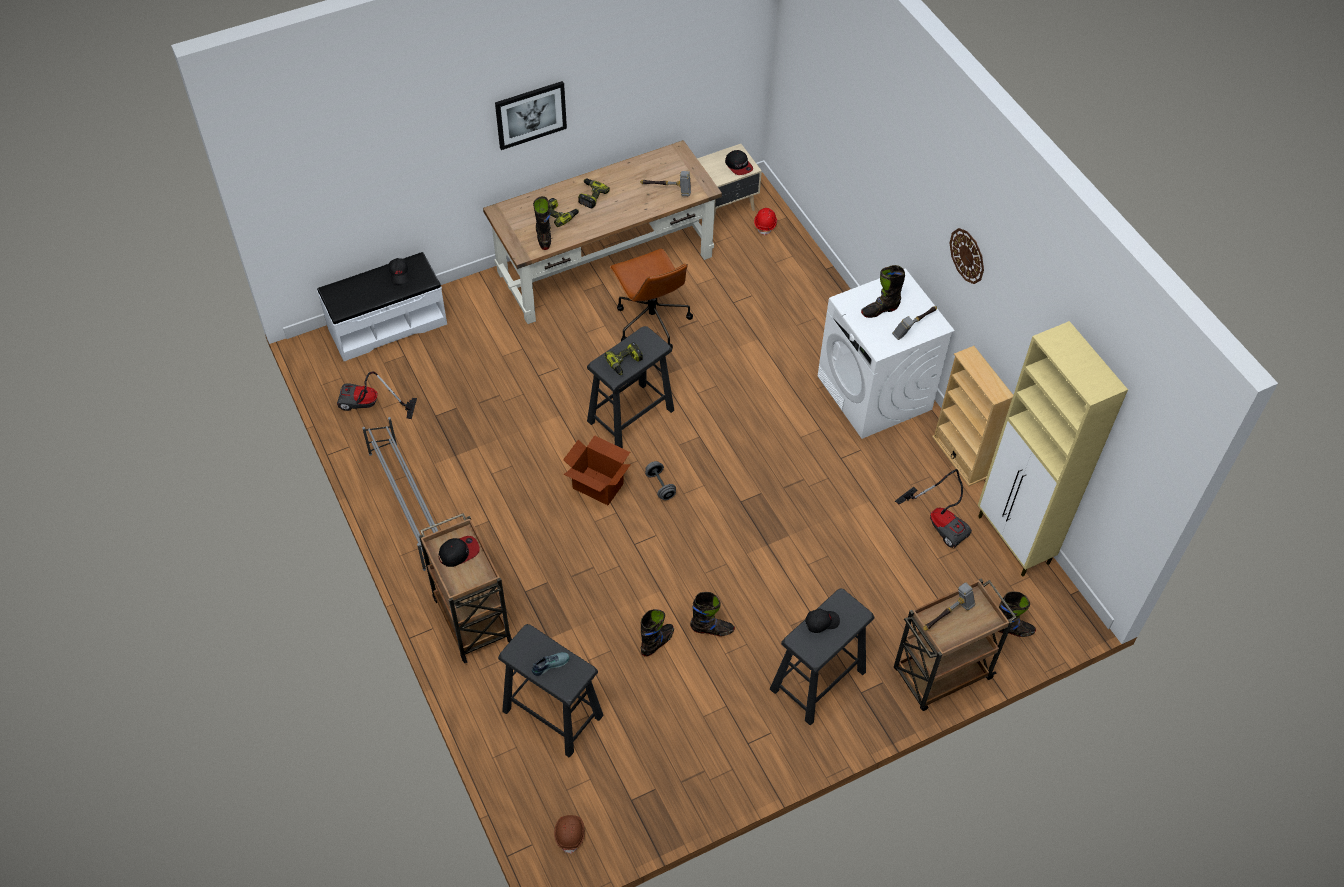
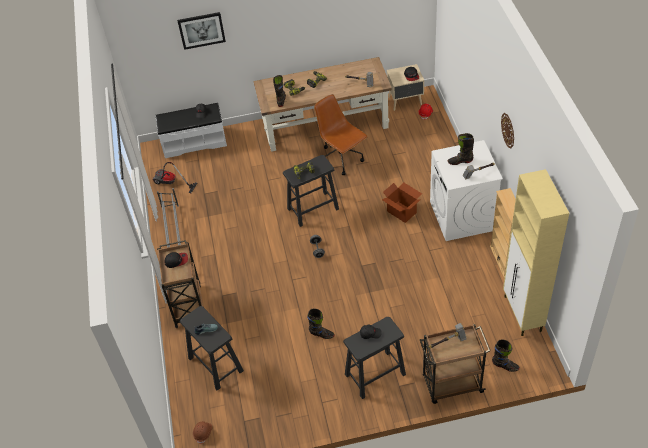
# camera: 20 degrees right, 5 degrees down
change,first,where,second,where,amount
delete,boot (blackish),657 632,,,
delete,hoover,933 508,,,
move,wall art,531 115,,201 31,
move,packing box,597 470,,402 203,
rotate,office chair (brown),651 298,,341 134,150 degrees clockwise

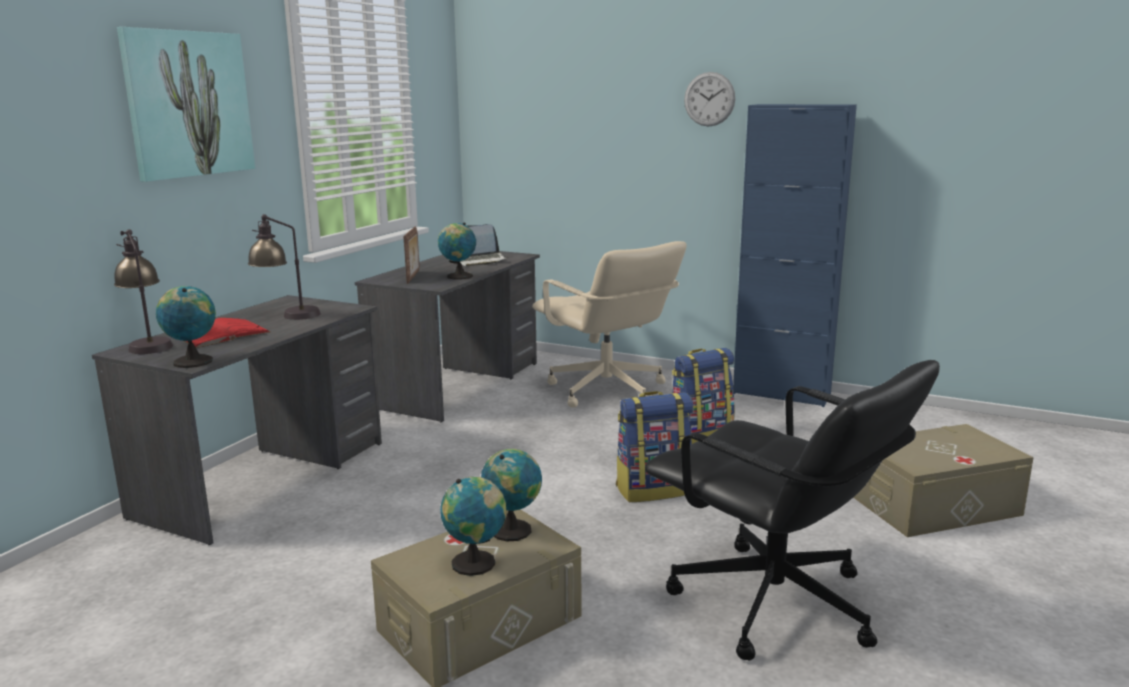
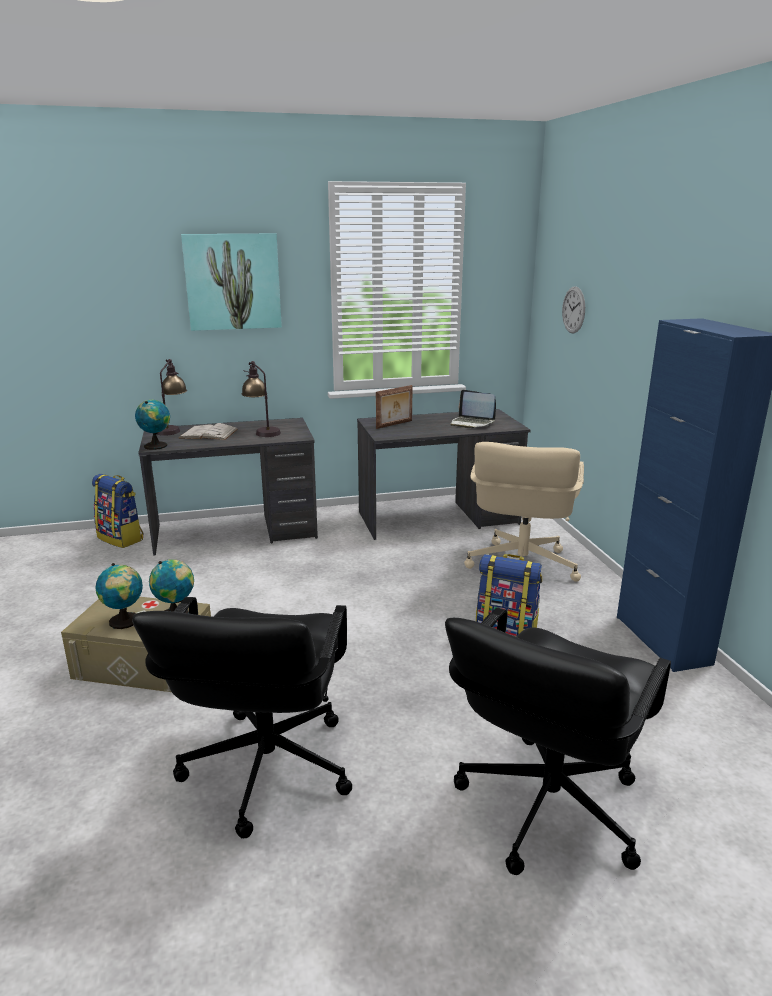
# camera: 50 degrees right, 5 degrees up
change,first,where,second,where,amount
delete,world globe,457 251,,,
move,knapsack,654 446,,118 511,
move,wall clock,709 99,,573 309,
replace,storage bin (sand-coloured),943 480,office chair (blackish),558 741,
recolor,volume (red-coloured),227 333,volume (whitish),208 431,

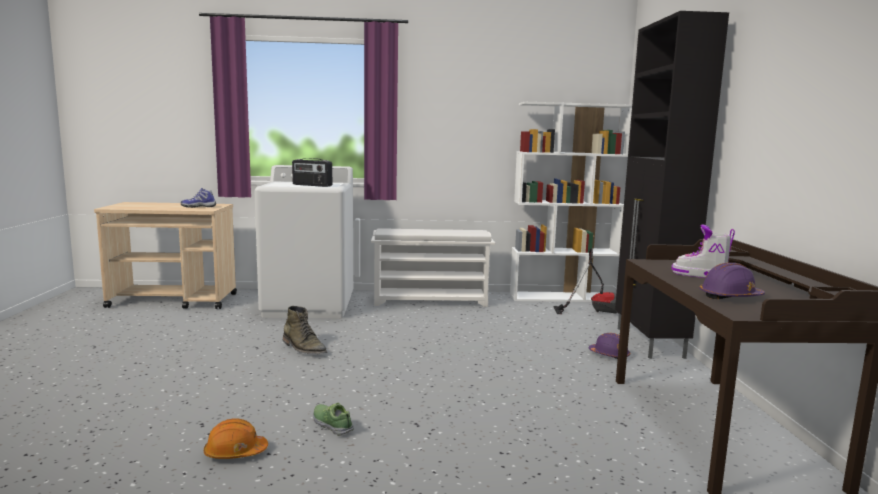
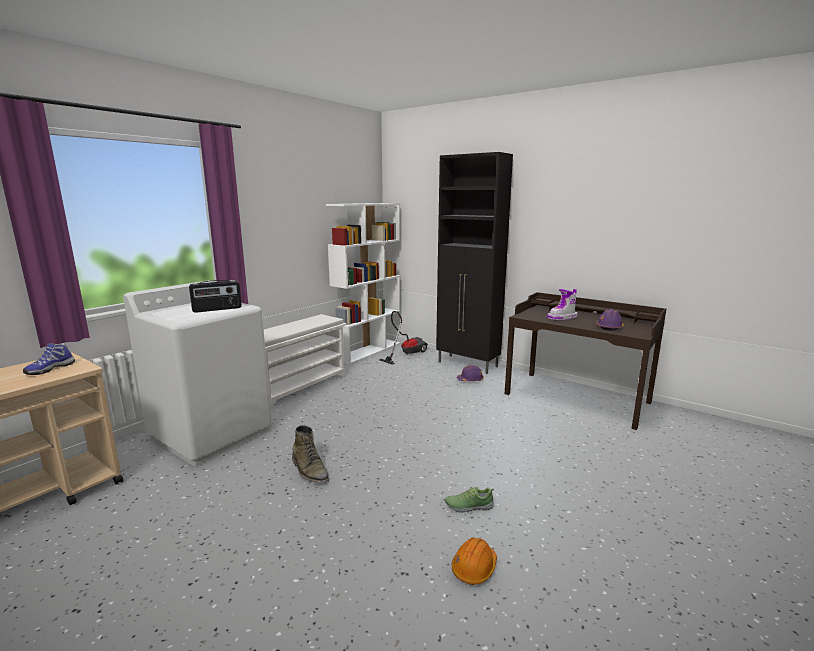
# camera: 50 degrees left, 5 degrees up
change,first,where,second,where,amount
rotate,boot (green-coloured),305 330,,310 454,60 degrees clockwise

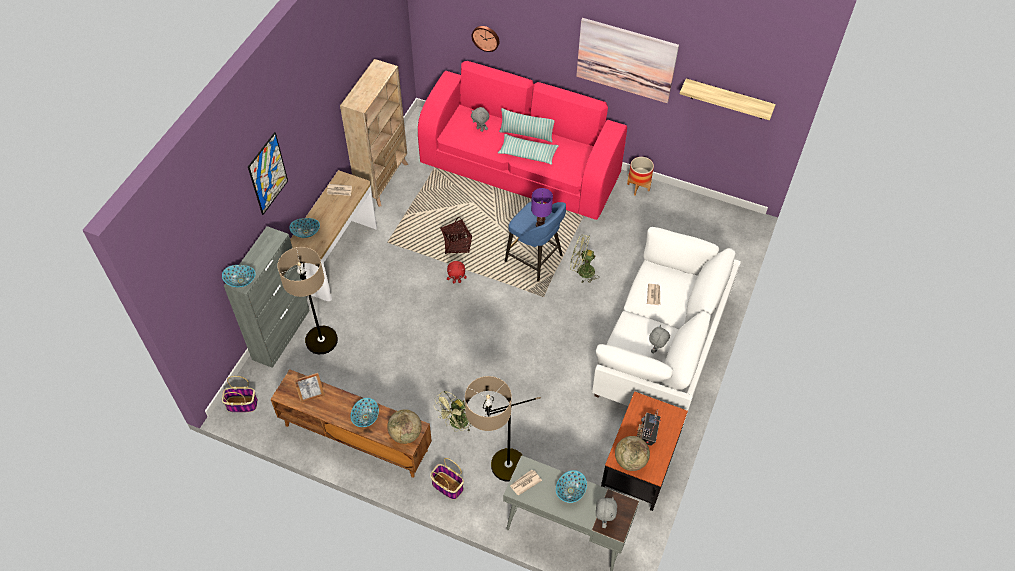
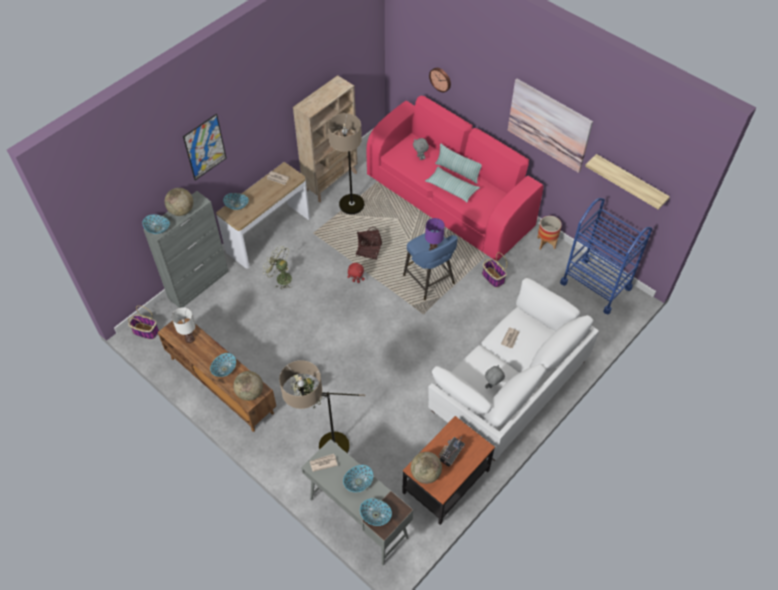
# camera: 20 degrees right, 0 degrees up
change,first,where,second,where,amount
insert,,,world globe,179 202,
insert,,,trolley (blue-coloured),606 256,
move,standing lamp,308 300,,346 163,
move,household basket,447 479,,494 270,
move,fan (green-coloured),583 259,,277 267,
replace,picture frame,309 387,table lamp (whitish),184 325,
replace,plush toy (gray),606 512,serving bowl,376 512,

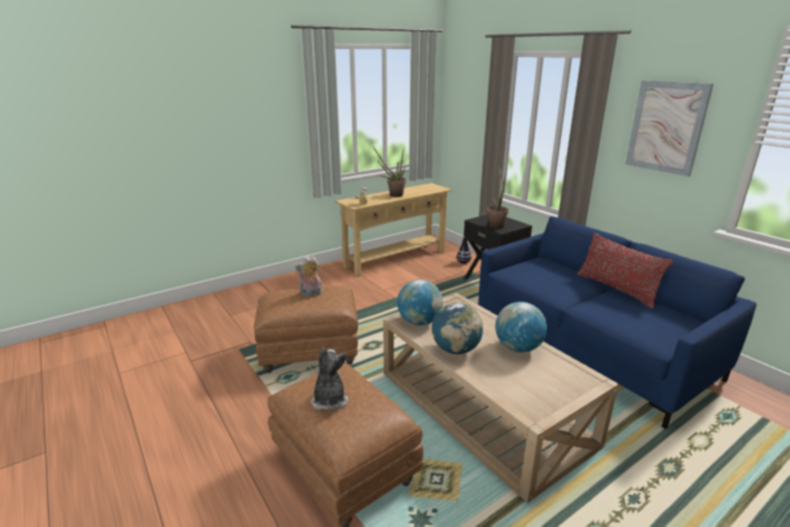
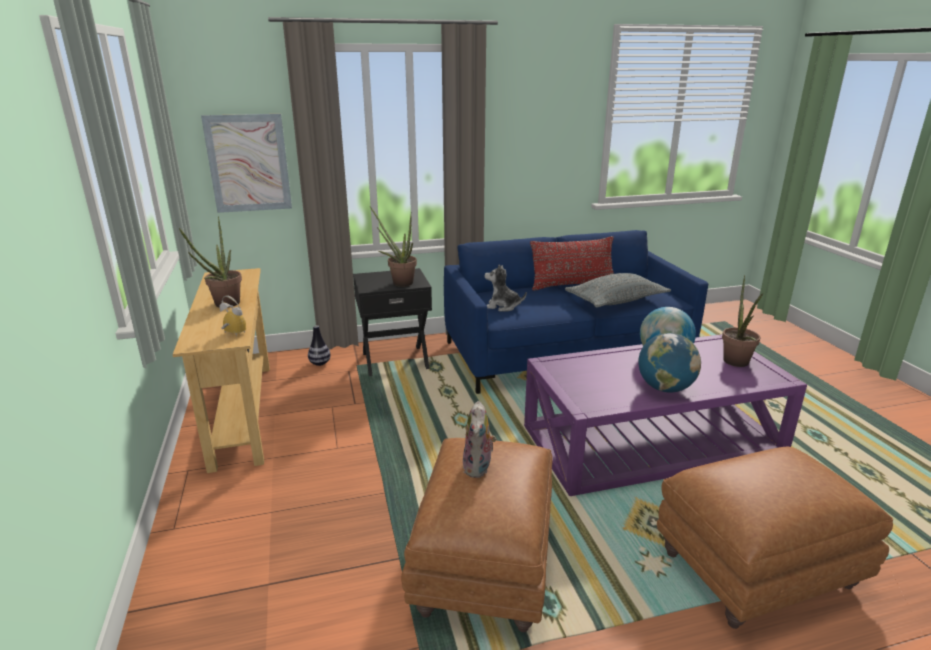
# camera: 70 degrees left, 0 degrees up
change,first,where,second,where,amount
delete,world globe,420 302,,,
insert,,,cushion (gray),618 290,
insert,,,potted plant,742 321,
move,plush toy,330 378,,505 288,
move,wall art,669 128,,246 163,
recolor,coffee table (sand-coloured),501 398,coffee table (purple-coloured),665 415,

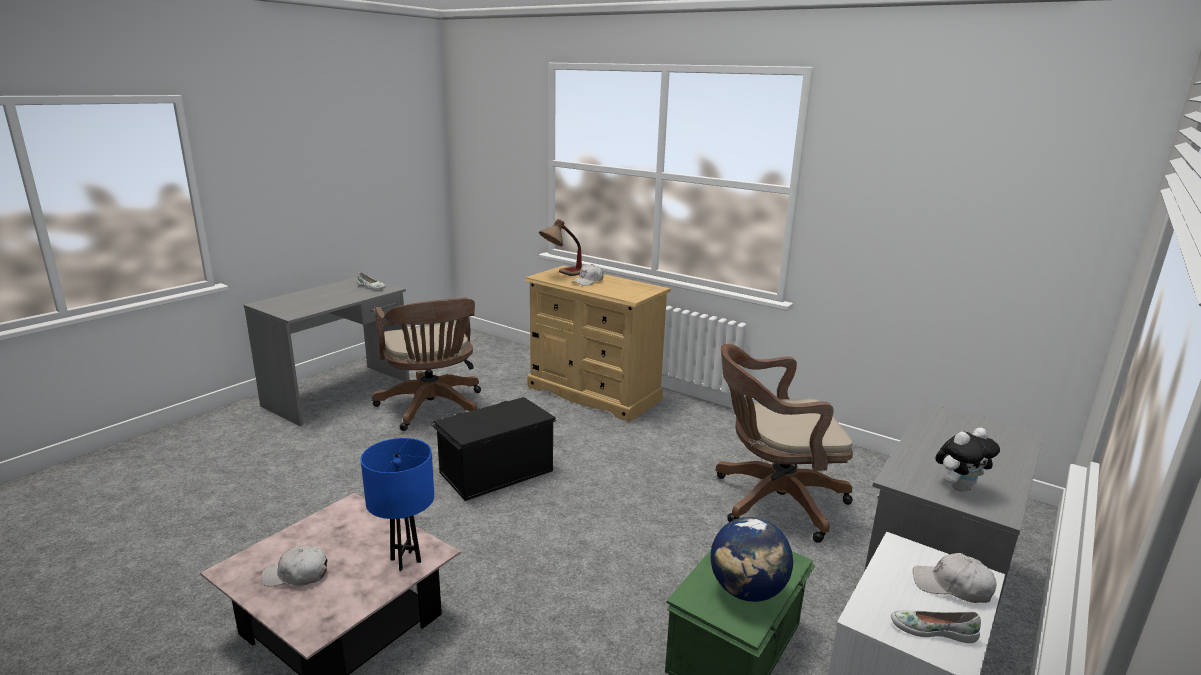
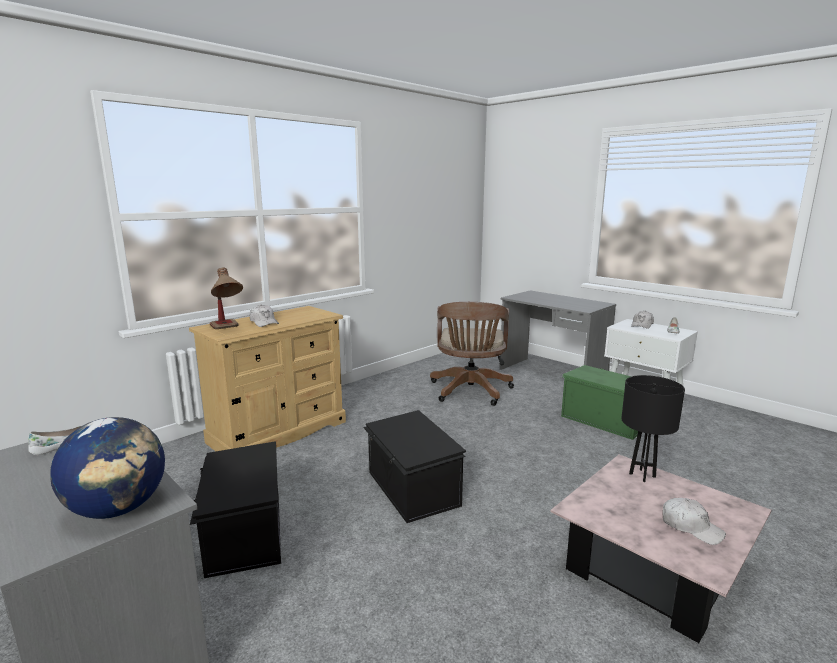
# camera: 80 degrees left, 5 degrees down
change,first,where,second,where,amount
delete,plush toy,967 460,,,
move,world globe,752 559,,107 468,
replace,office chair (brown),426 364,storage bin (blackish),235 509,
recolor,table lamp (blue-coloured),397 504,table lamp (blackish),653 428,
rotate,peaked cap (whitish),294 566,,694 521,60 degrees counterclockwise

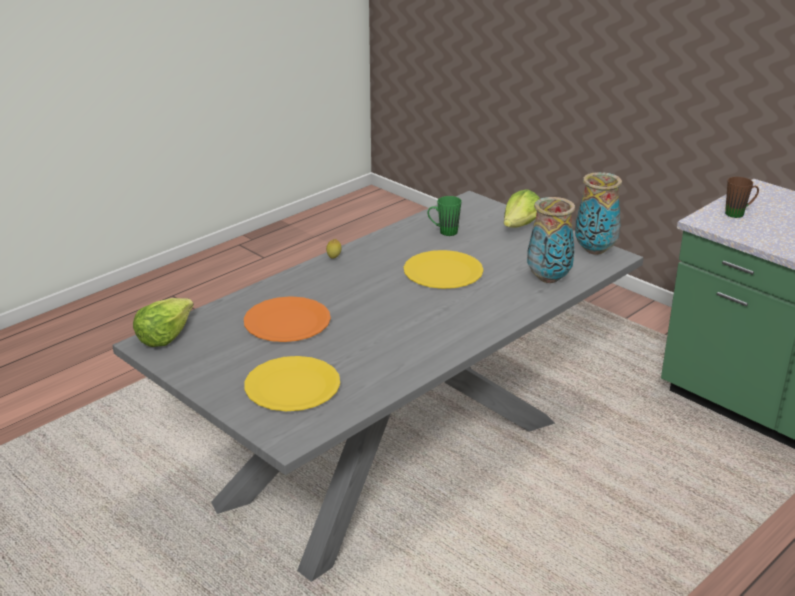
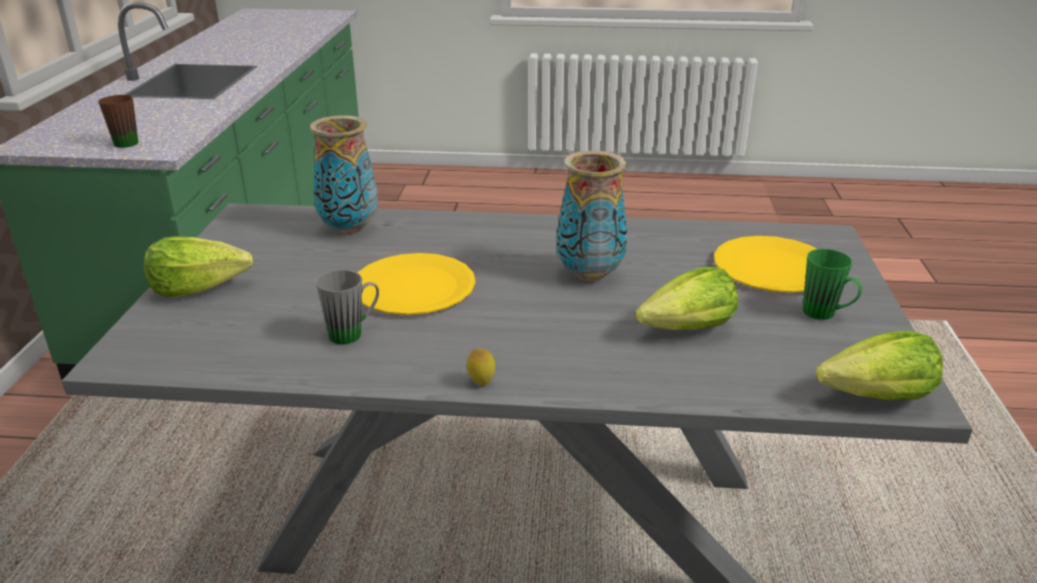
# camera: 130 degrees left, 0 degrees up
change,first,where,second,where,amount
insert,,,tea mug (gray),347 307,
move,tea mug (green-coloured),445 216,,832 284,
move,vase,598 213,,592 216,
replace,plate (orange),287 319,head of lettuce,687 298,

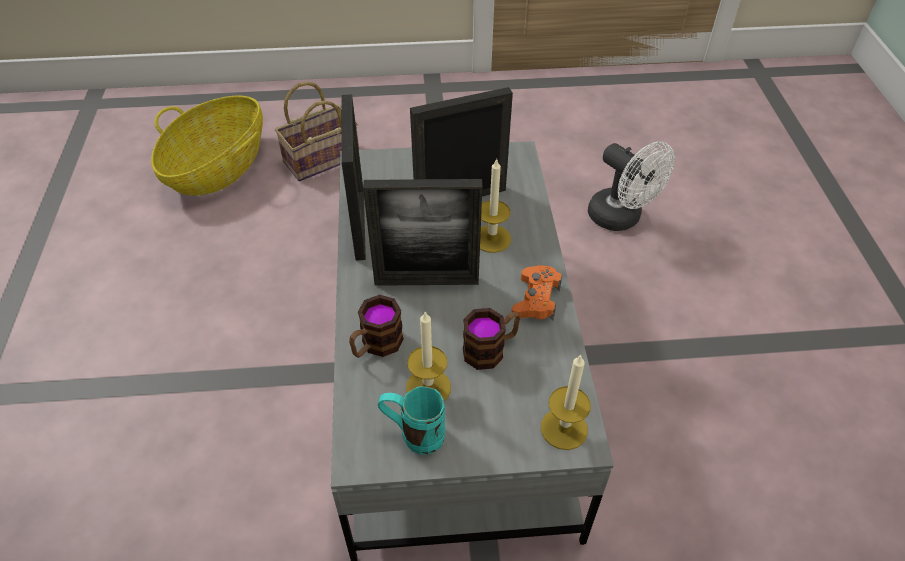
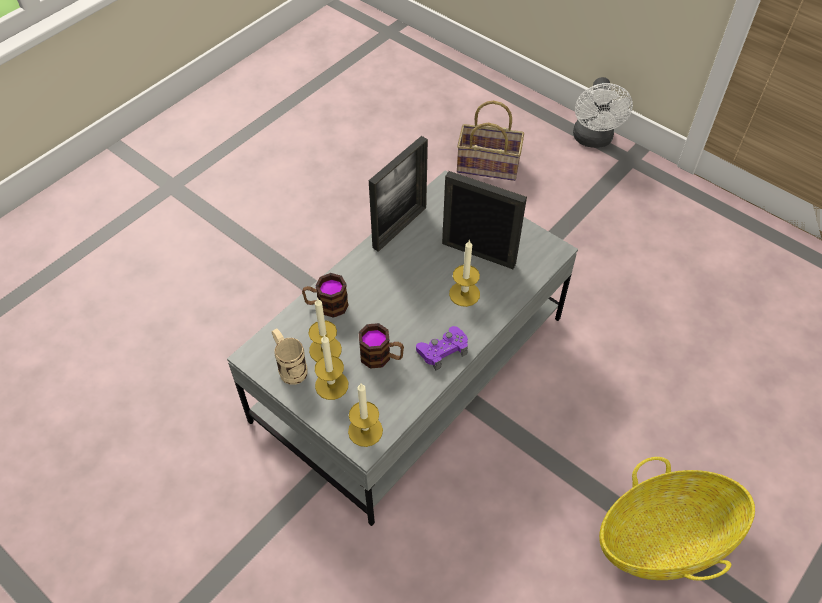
# camera: 45 degrees right, 5 degrees up
change,first,where,second,where,amount
delete,picture frame,422 232,,,
insert,,,wax light,331 367,
move,household basket,207 146,,677 519,
move,fan (whitish),631 186,,603 112,
recolor,tea mug (turquoise),411 420,tea mug (sand-coloured),289 357,
recolor,gamepad (orange),537 293,gamepad (purple-coloured),442 348,

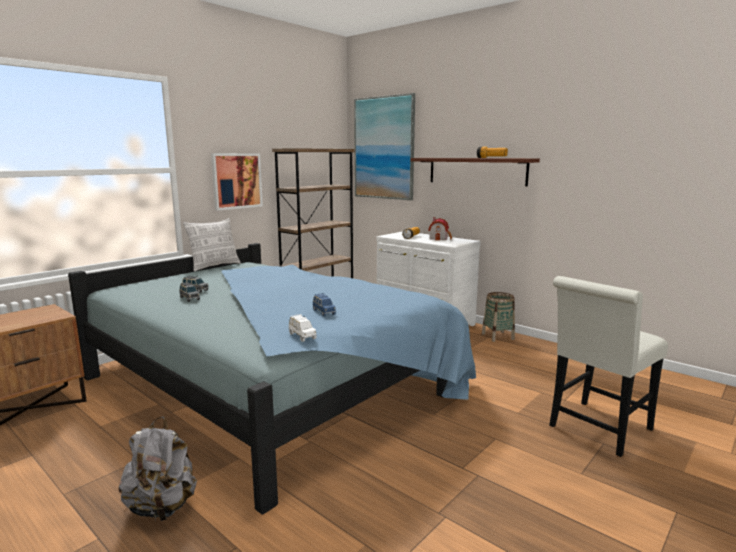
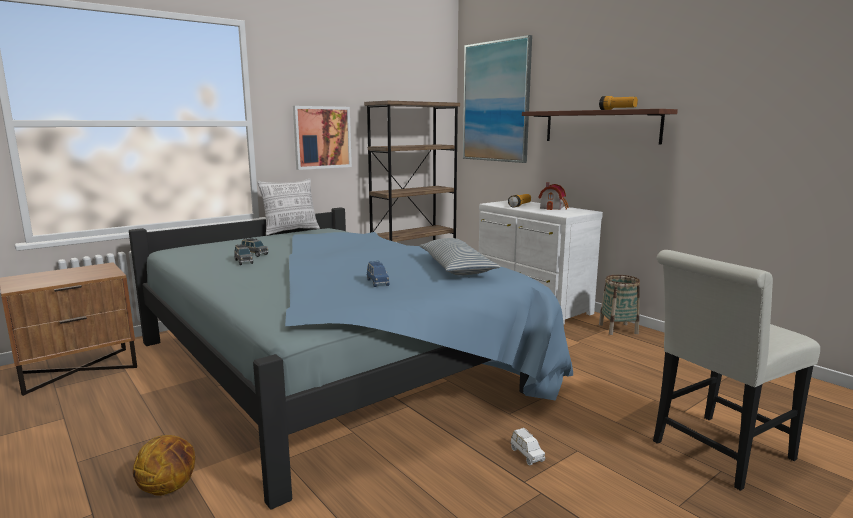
# camera: 10 degrees right, 0 degrees up
change,first,where,second,where,amount
insert,,,cushion,460 257,
move,toy car (whitish),303 328,,528 447,
replace,knapsack (gray),158 469,basketball,164 465,

